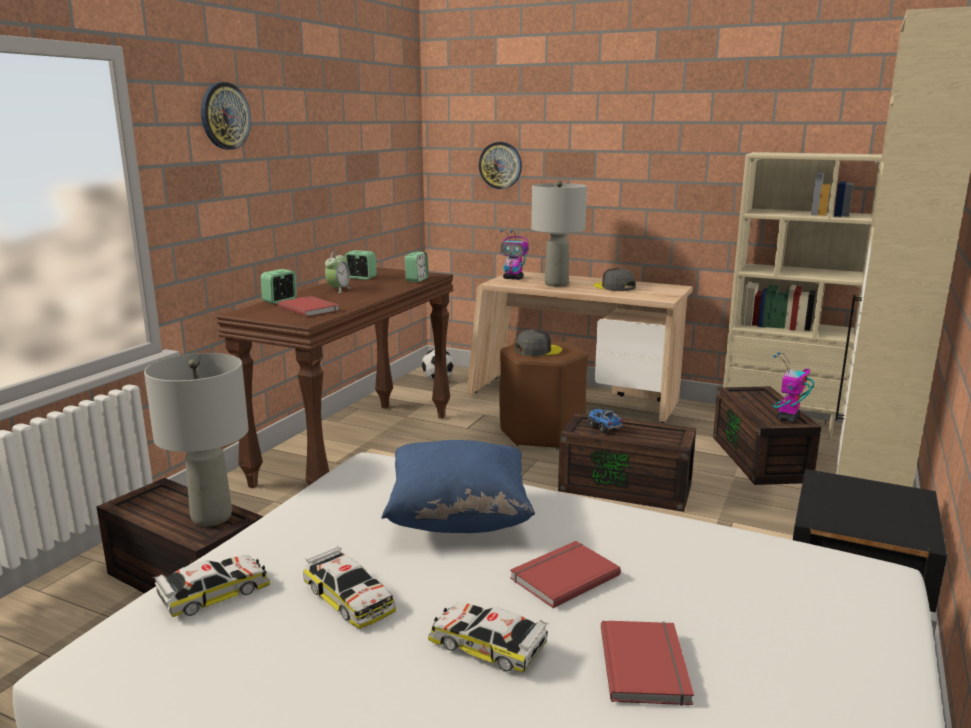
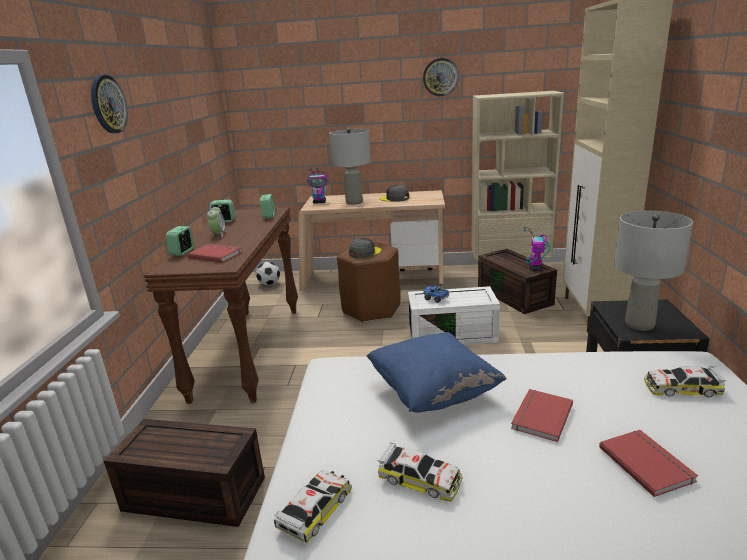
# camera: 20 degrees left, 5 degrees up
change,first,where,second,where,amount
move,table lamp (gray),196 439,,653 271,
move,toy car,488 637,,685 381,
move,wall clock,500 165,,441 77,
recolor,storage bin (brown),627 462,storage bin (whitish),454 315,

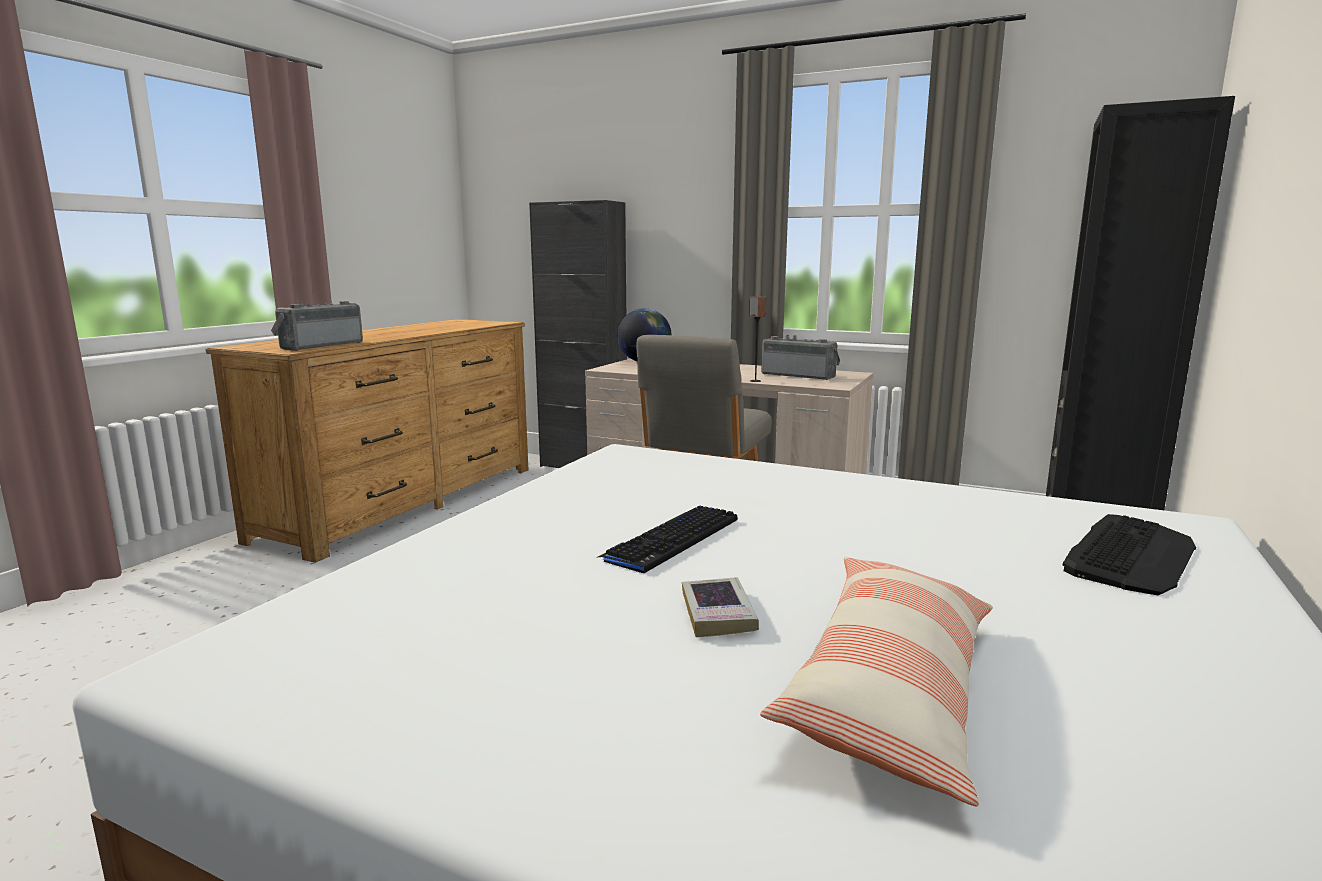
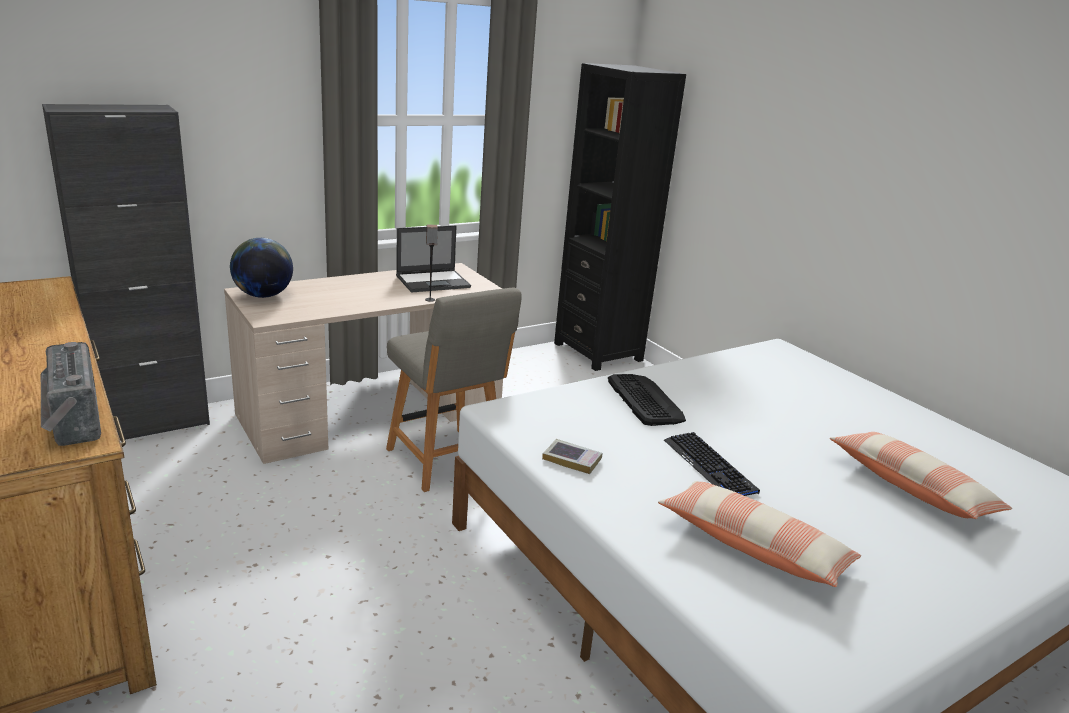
# camera: 60 degrees left, 10 degrees up
change,first,where,second,where,amount
insert,,,cushion,759 534,
move,volume,720 607,,572 456,
move,keyboard,1129 555,,647 400,
replace,radio set,800 357,notebook computer,433 259,

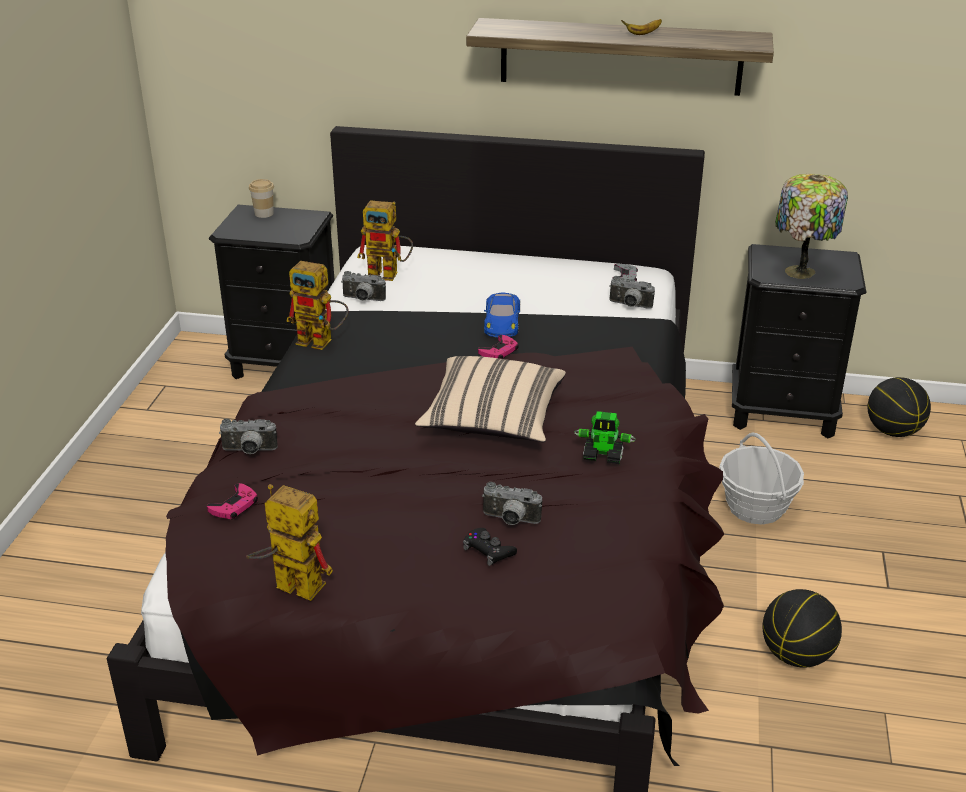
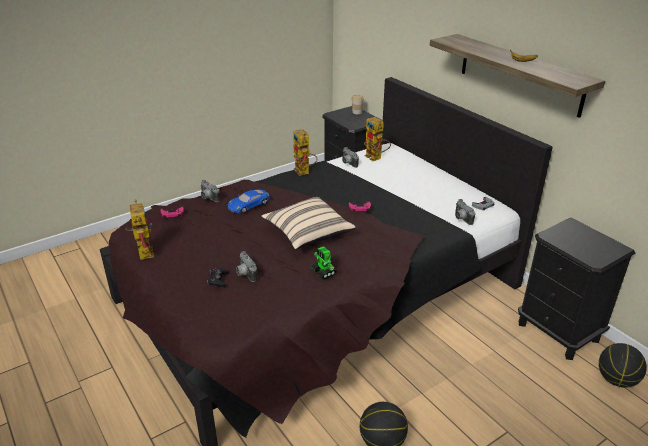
# camera: 45 degrees right, 0 degrees up
change,first,where,second,where,amount
delete,household basket,761 478,,,
delete,table lamp,811 226,,,
move,toy car (blue-coloured),502 314,,248 201,

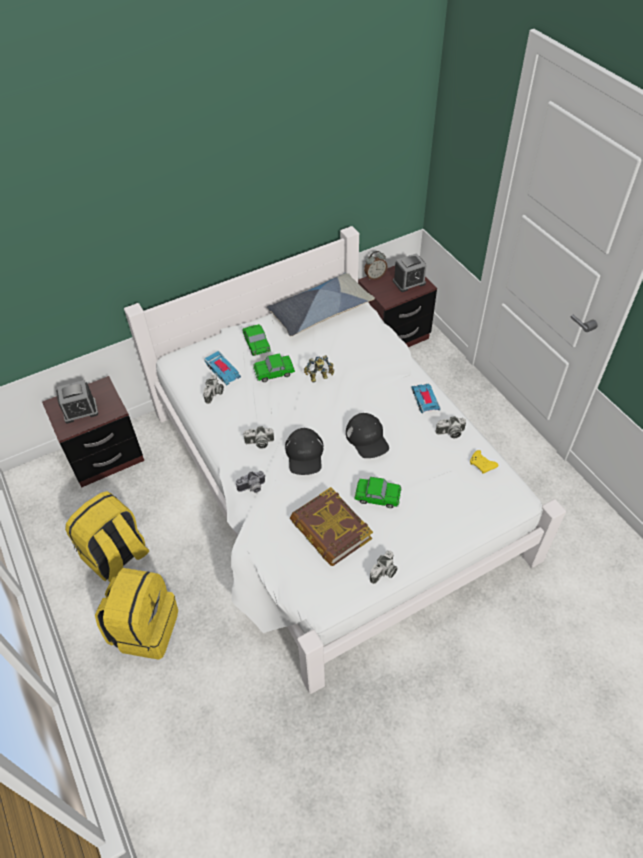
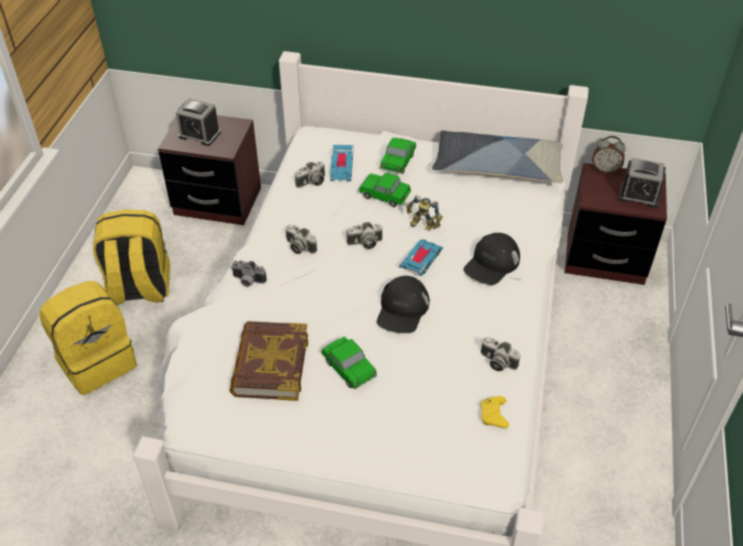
# camera: 40 degrees right, 5 degrees down
change,first,where,second,where,amount
move,peaked cap (blackish),304 451,,491 259,
move,photo camera,384 567,,364 235,
move,toy car,426 399,,421 257,

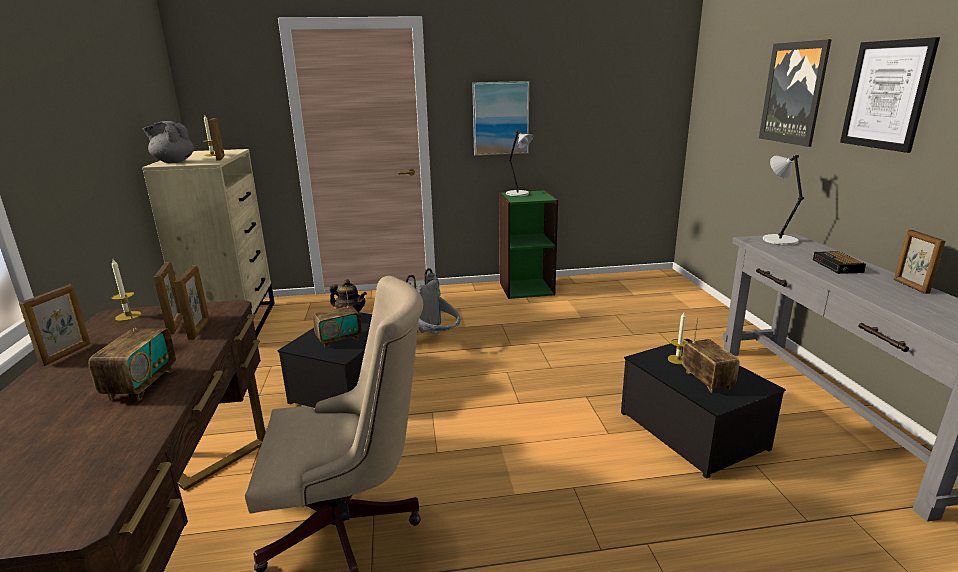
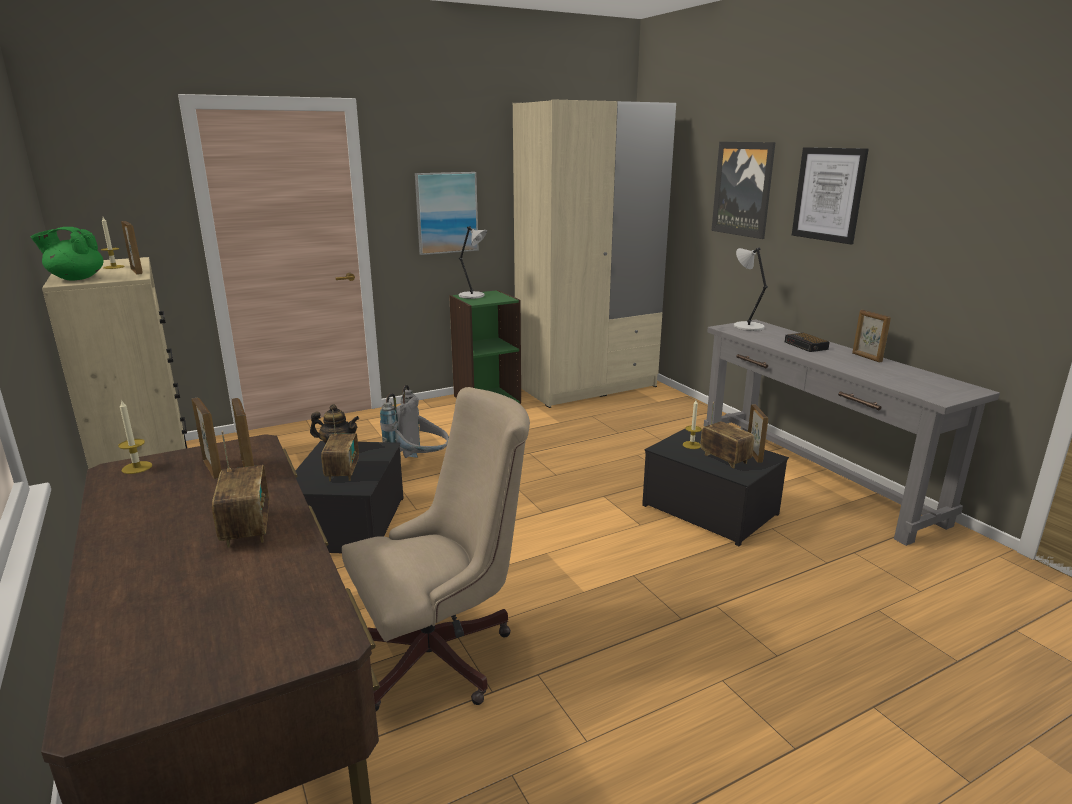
# camera: 20 degrees left, 0 degrees up
change,first,where,second,where,amount
insert,,,wardrobe (sand-coloured),594 253,
move,picture frame,55 325,,758 433,
recolor,tea pot (gray),168 142,tea pot (green-coloured),67 254,
rotate,radio set,337 316,,340 445,45 degrees counterclockwise

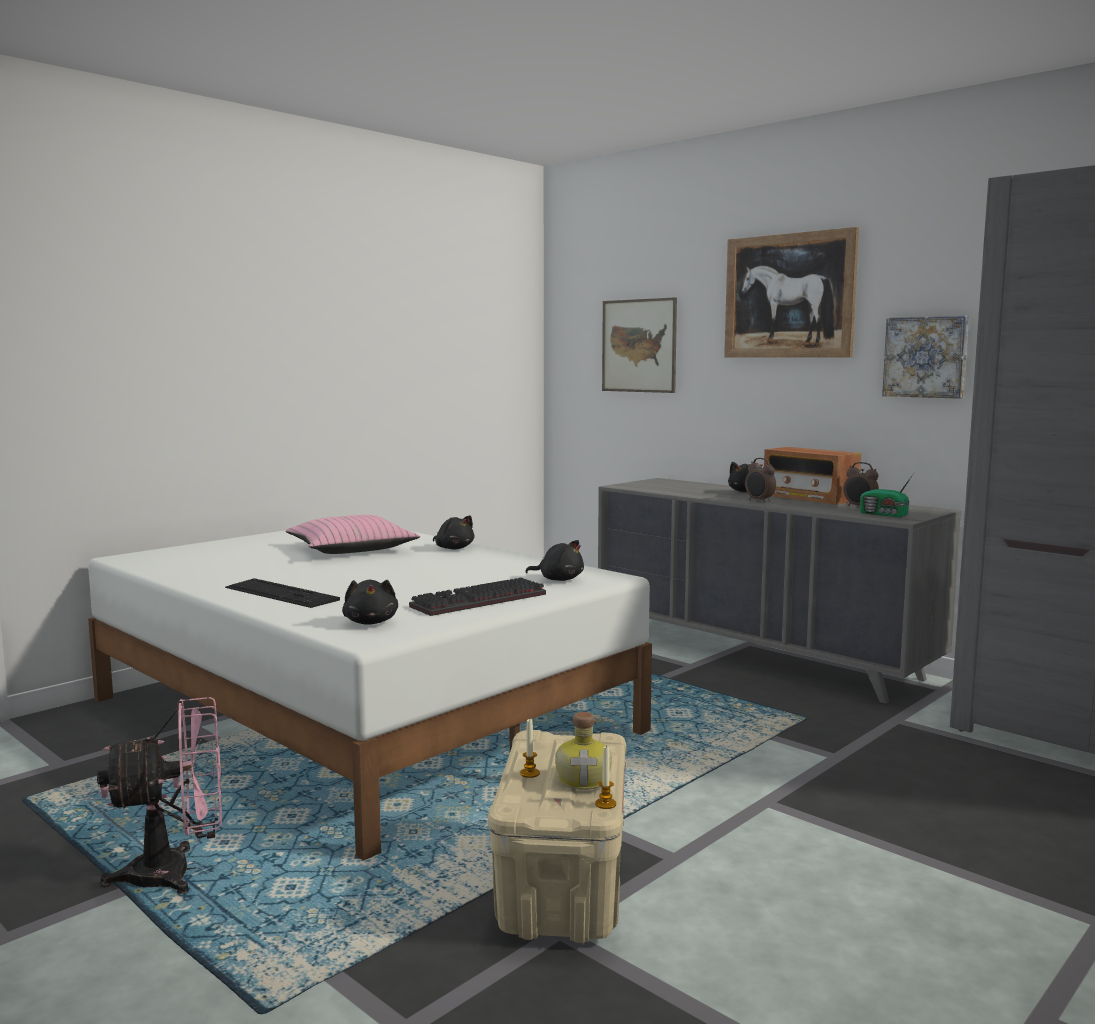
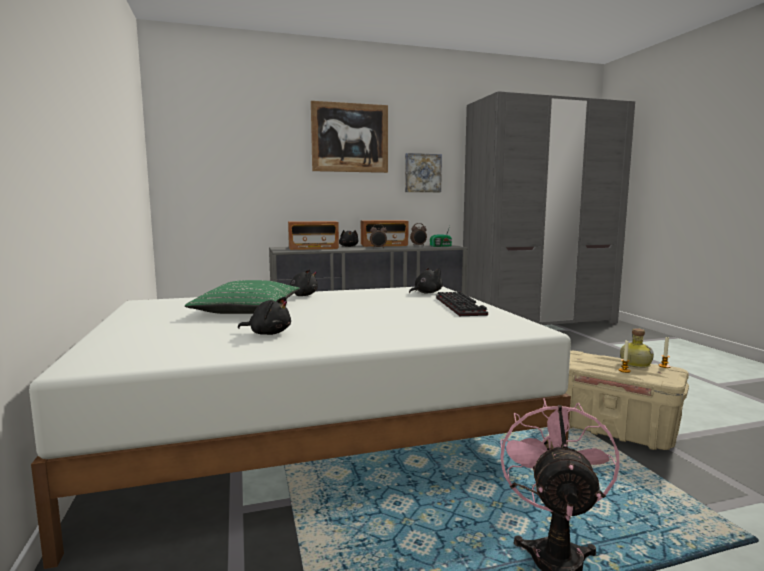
# camera: 60 degrees left, 0 degrees up
change,first,where,second,where,amount
delete,keyboard,282 593,,,
delete,wall art,639 345,,,
insert,,,radio set,313 235,
move,plush toy (blackish),370 602,,264 316,
recolor,cushion (pink),353 534,cushion (green-coloured),242 297,

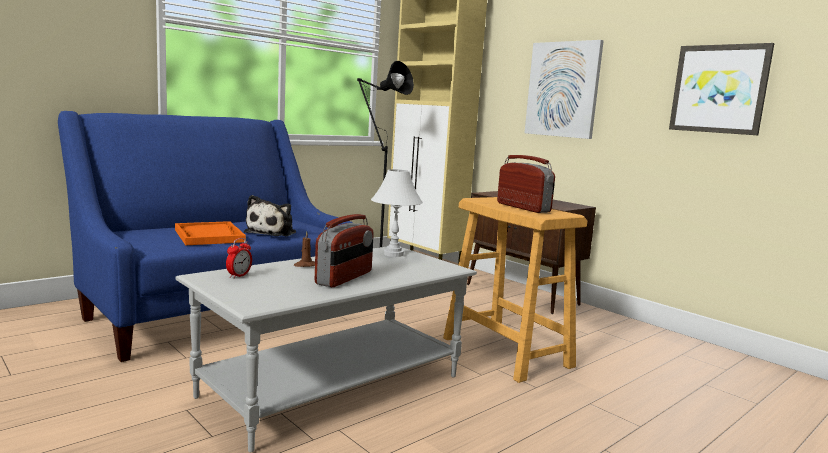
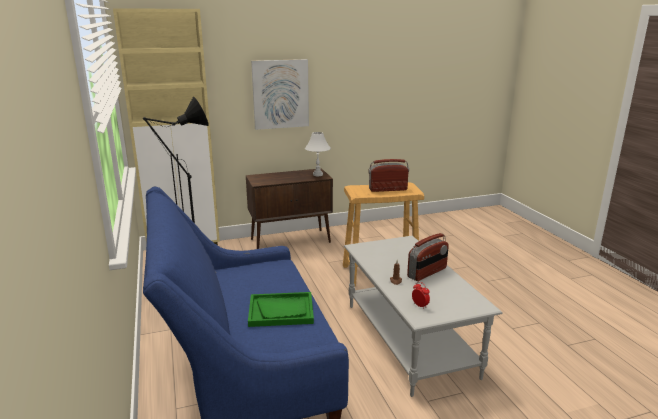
# camera: 65 degrees left, 10 degrees up
change,first,where,second,where,amount
delete,plush toy,270 216,,,
delete,wall art,721 89,,,
move,table lamp (whitish),397 213,,318 154,
recolor,tray (orange),210 233,tray (green-coloured),281 309,
rotate,radio set,344 250,,428 257,90 degrees clockwise

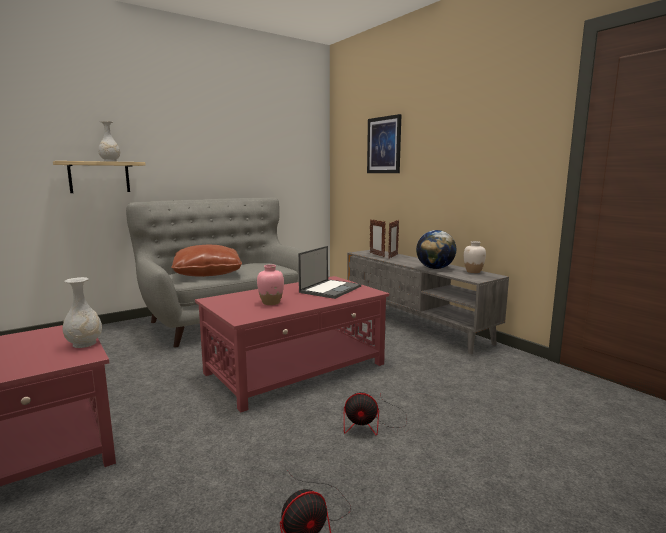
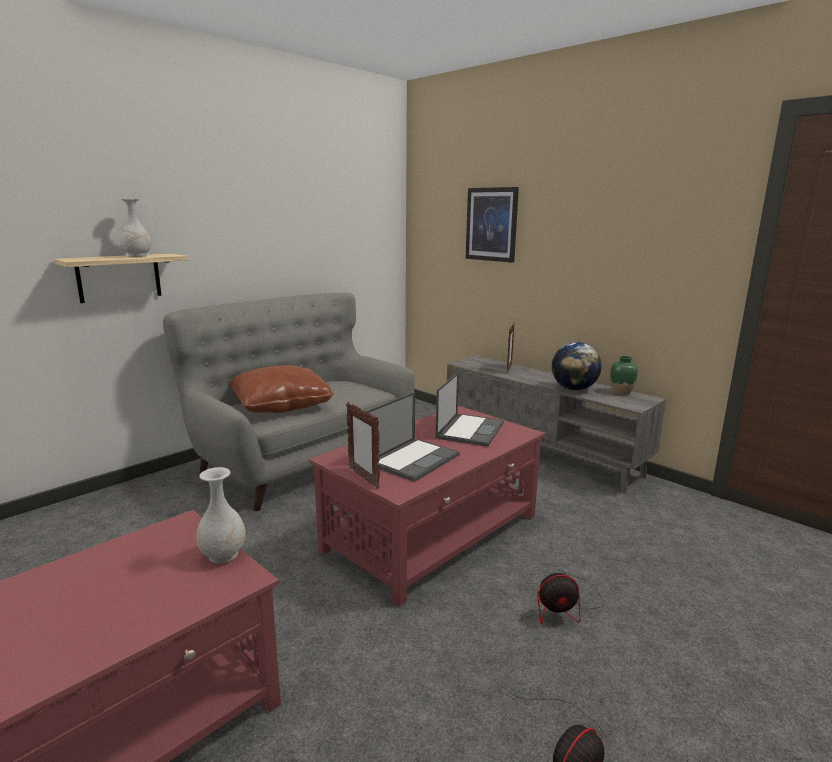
# camera: 10 degrees left, 5 degrees up
change,first,where,second,where,amount
move,picture frame,378 238,,363 445,
replace,vase (pink),270 284,notebook computer,413 437,
recolor,vase (whitish),475 257,vase (green-coloured),624 375,

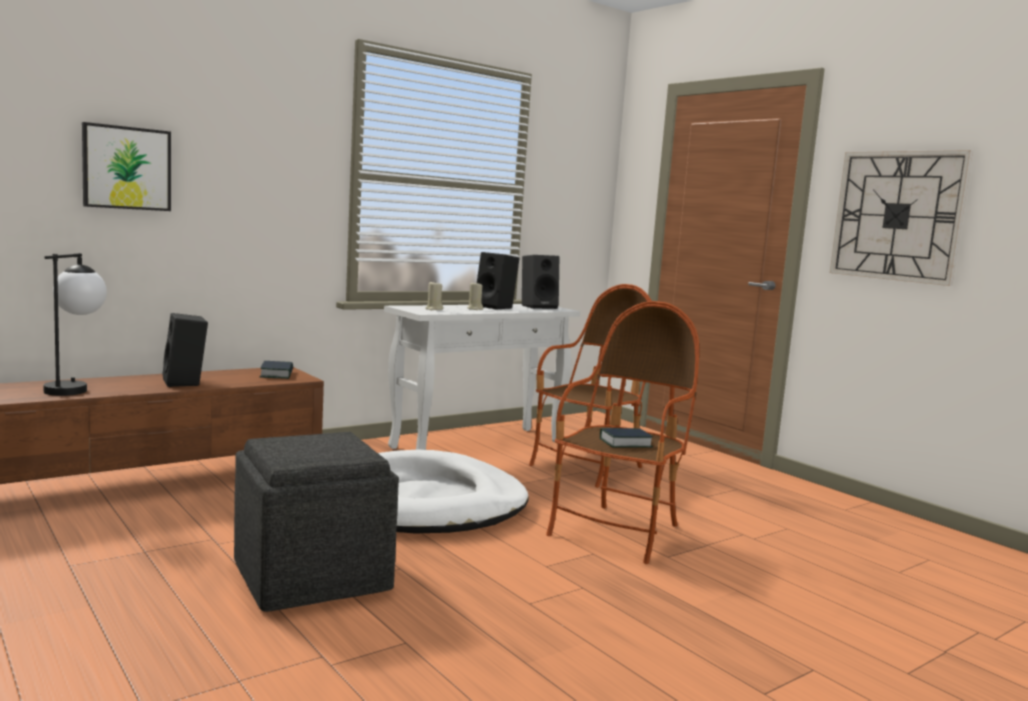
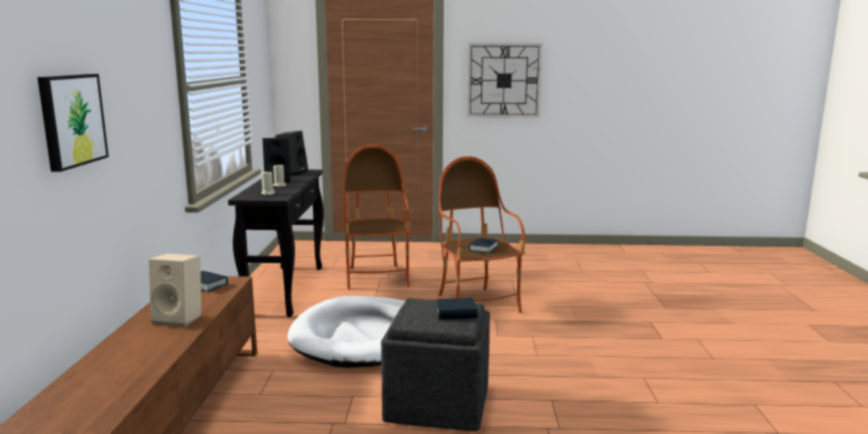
# camera: 50 degrees left, 5 degrees up
change,first,where,second,where,amount
delete,table lamp,75 324,,,
insert,,,volume,457 309,
recolor,speaker (blackish),185 350,speaker (sand-coloured),175 290,
recolor,hall table (whitish),482 377,hall table (blackish),276 243,

